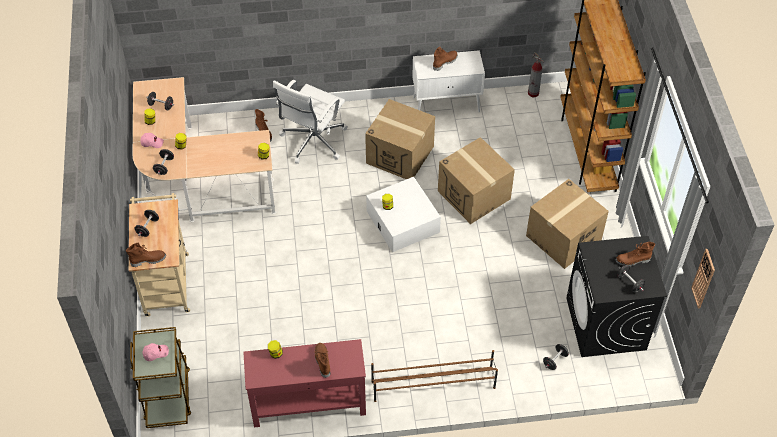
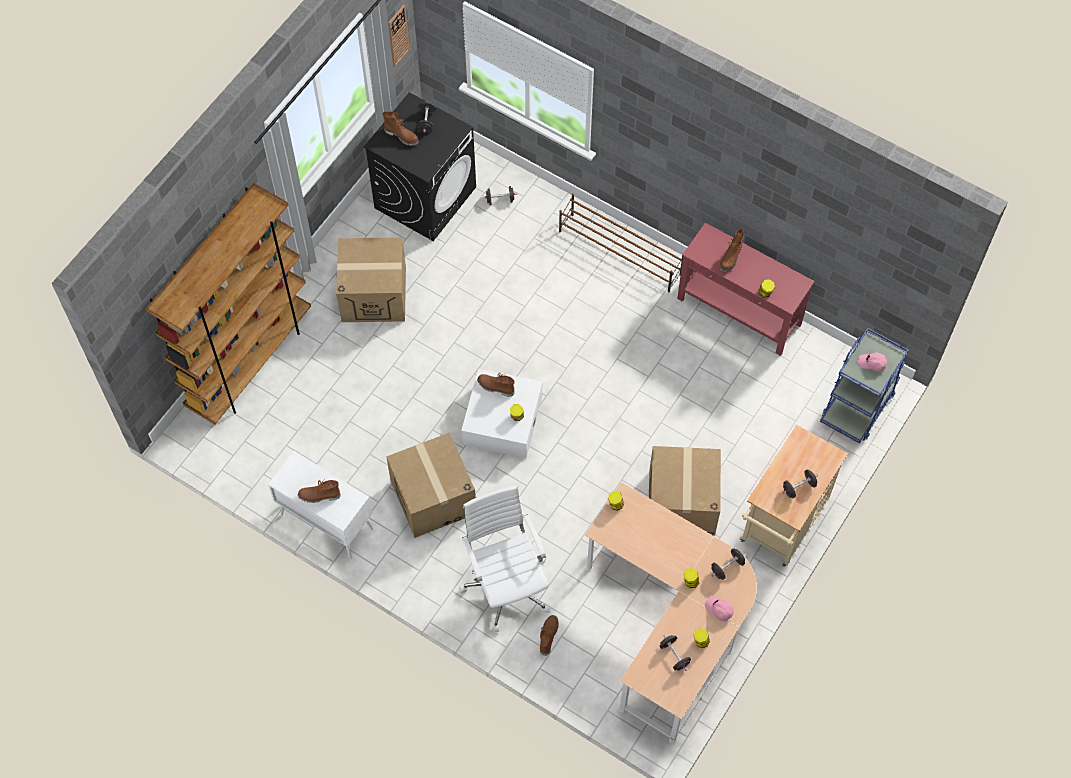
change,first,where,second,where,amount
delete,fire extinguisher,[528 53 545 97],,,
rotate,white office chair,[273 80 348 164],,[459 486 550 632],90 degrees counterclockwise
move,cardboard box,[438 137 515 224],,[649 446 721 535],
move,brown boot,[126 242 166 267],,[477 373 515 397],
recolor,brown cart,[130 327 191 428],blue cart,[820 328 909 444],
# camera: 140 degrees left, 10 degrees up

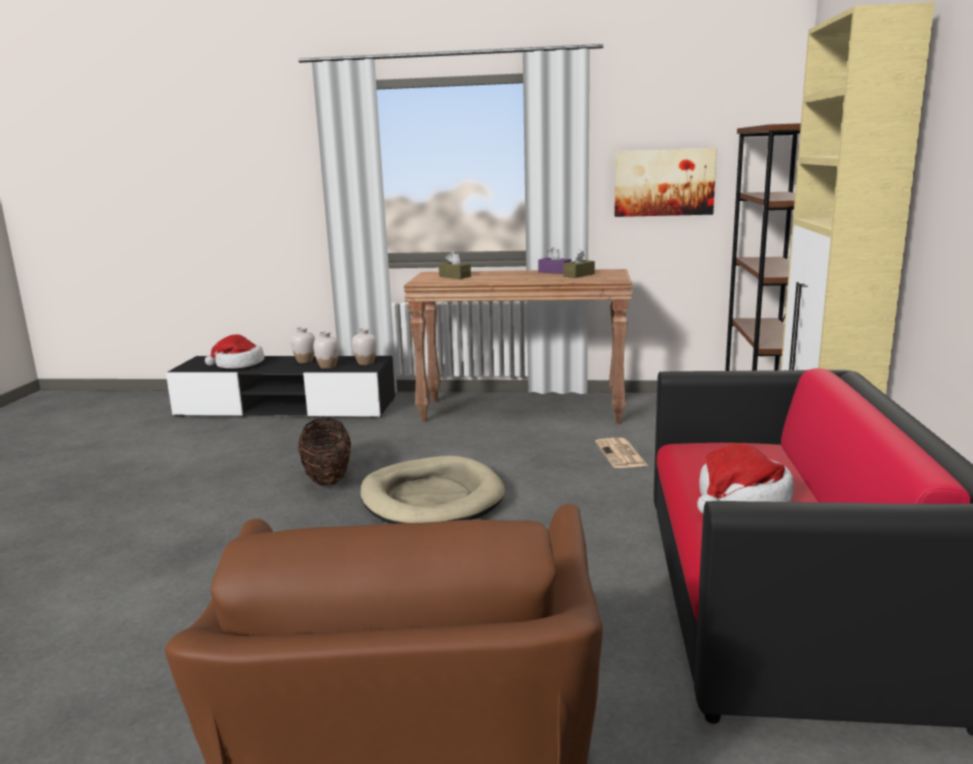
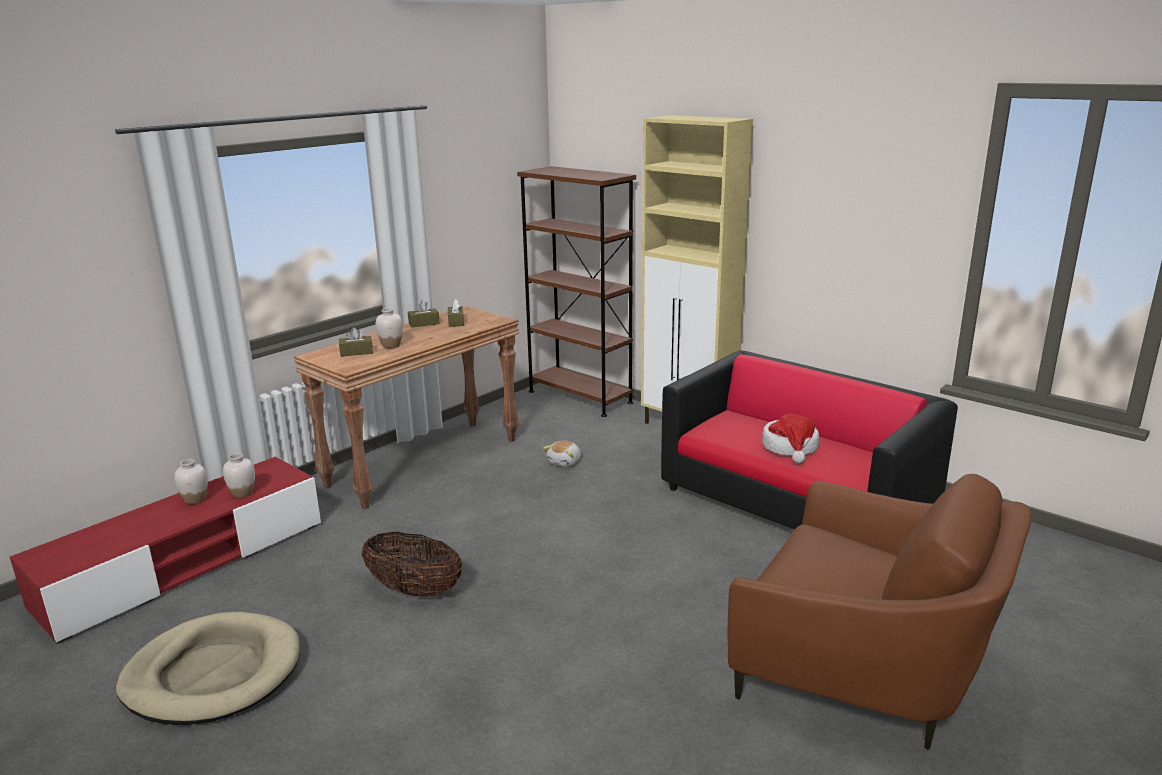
change,first,where,second,where,amount
delete,picture,[614 148 717 217],,,
recolor,purple tissue box,[538 247 571 274],brown tissue box,[408 301 440 327],
move,white vase,[352 328 377 365],,[376 308 403 348],
delete,hat,[205 334 265 369],,,
recolor,black tv stand,[166 356 395 419],red tv stand,[10 457 321 644],
replace,newspaper,[595 438 648 468],plush toy,[543 440 581 467],
move,beige dog bed,[360 456 505 524],,[116 612 300 725],
# camera: 55 degrees left, 5 degrees up

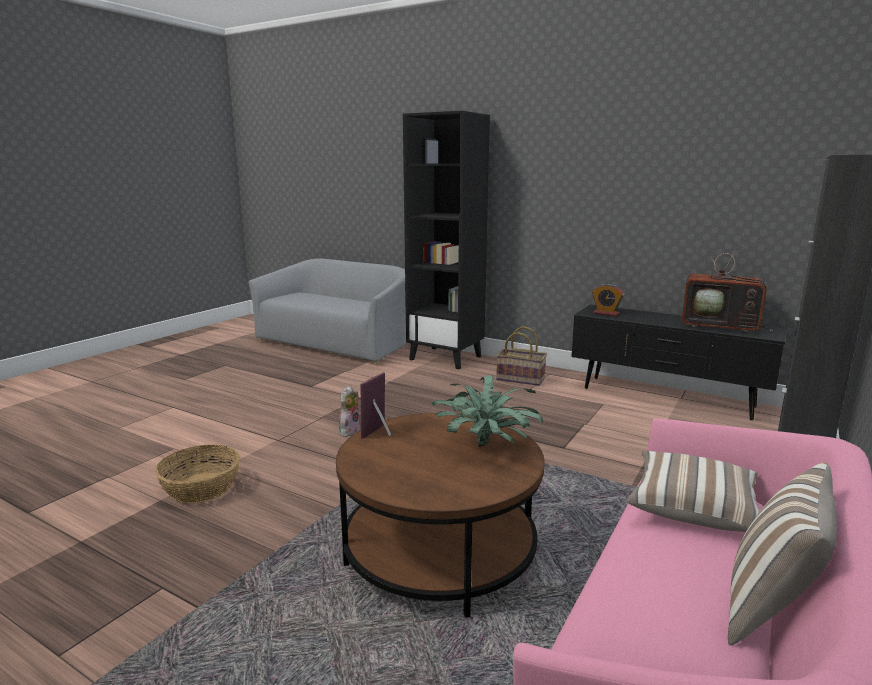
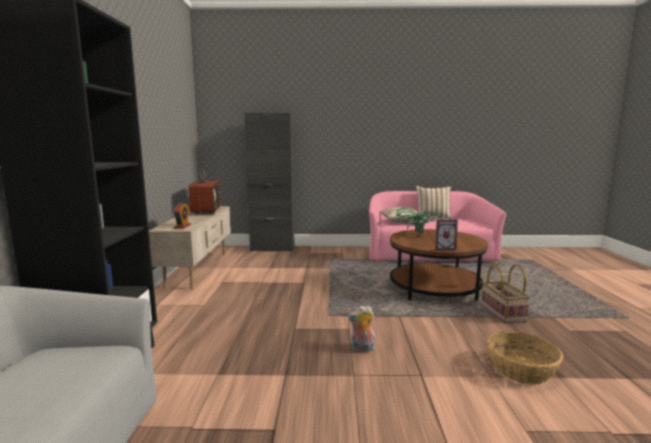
change,first,where,second,where,amount
recolor,black tv stand,[571 305 787 420],beige tv stand,[149 206 231 289],
move,basket,[496 326 547 386],,[481 264 531 323],
# camera: 120 degrees left, 5 degrees down

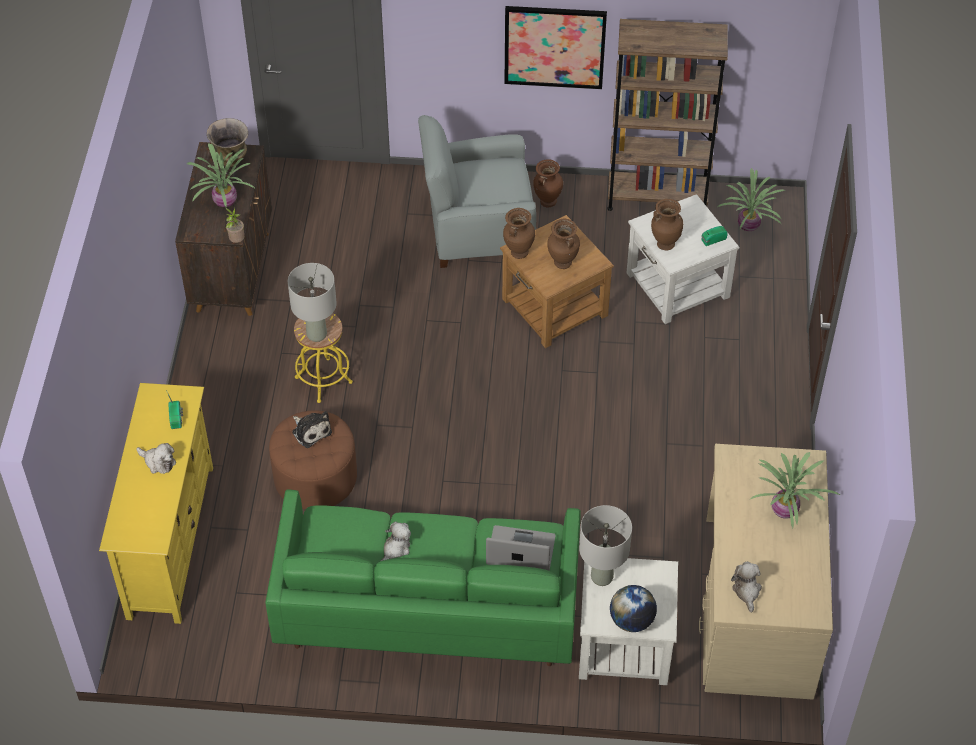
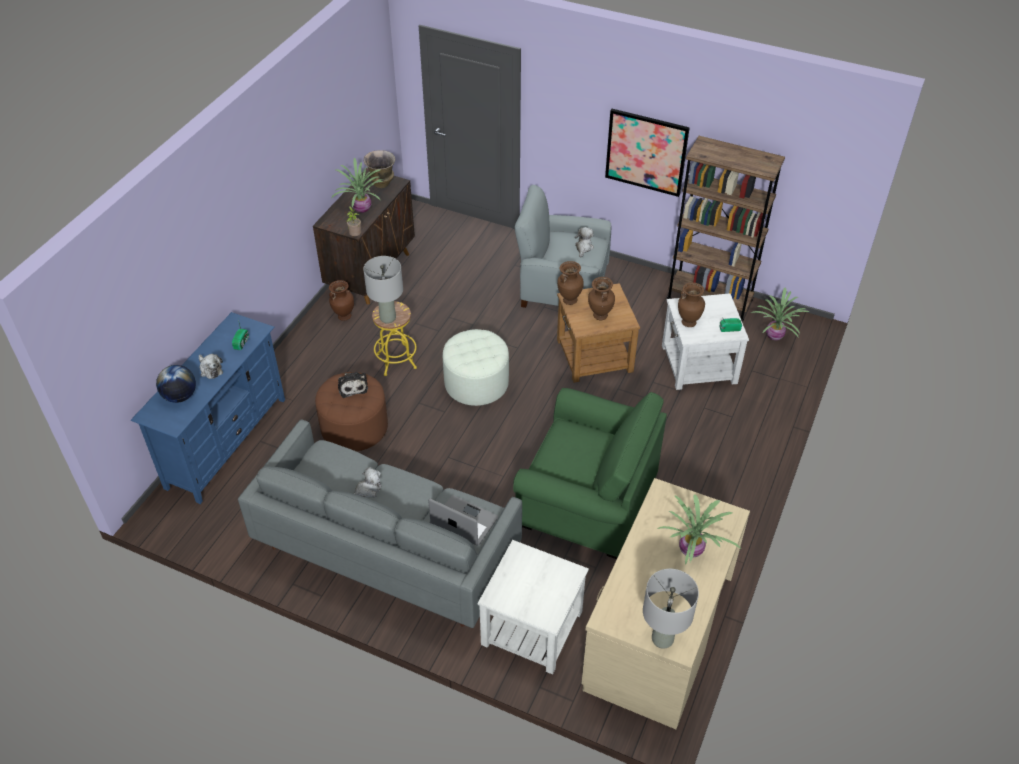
change,first,where,second,where,amount
move,brown vase,[533 159 563 207],,[329 280 354 321],
recolor,yellow tv stand,[99 383 213 624],blue tv stand,[131 312 285 504],
recolor,green sofa,[266 490 581 666],grey sofa,[238 419 522 628],
move,grey table lamp,[579 505 632 586],,[643 569 699 649],
move,plush toy,[731 562 762 612],,[575 227 594 258],
move,globe,[610 585 657 632],,[156 365 196 403],
insert,,,white ottoman,[443 329 509 406],
insert,,,green armchair,[513 388 667 559],
# camera: 20 degrees right, 5 degrees down

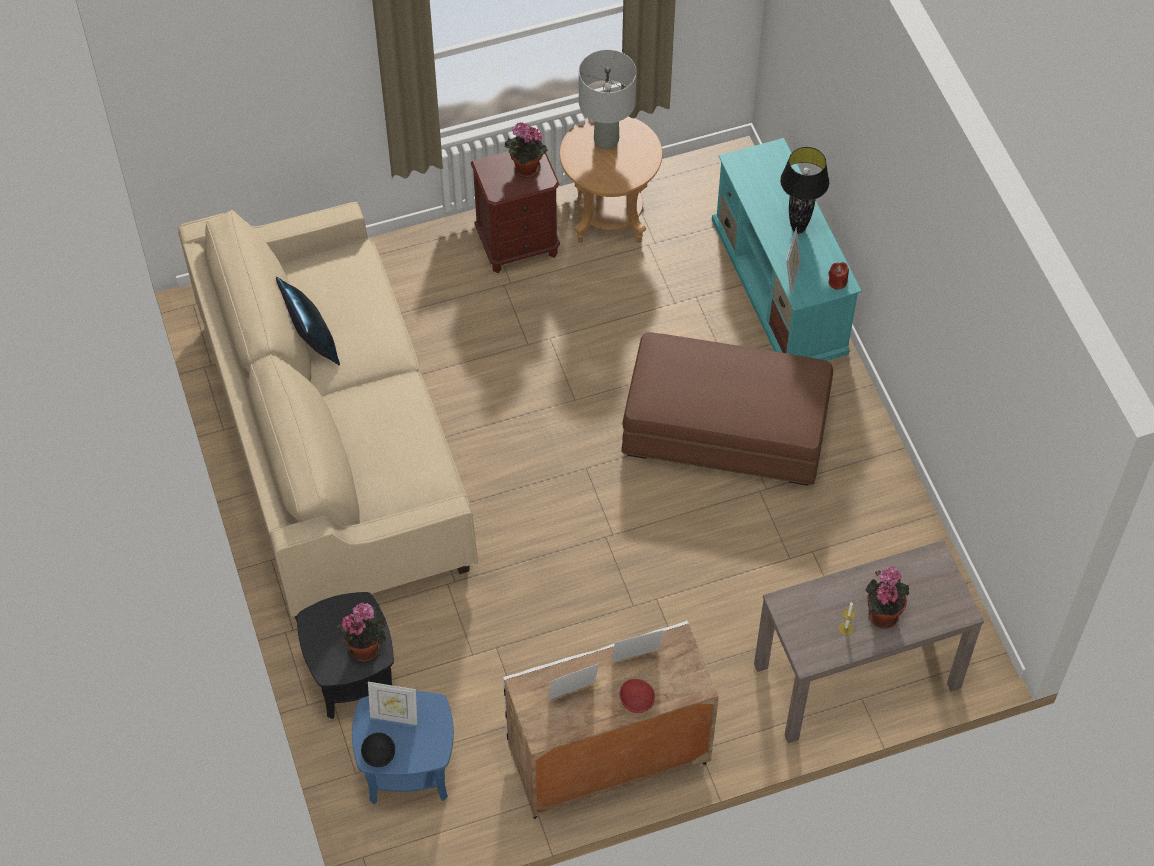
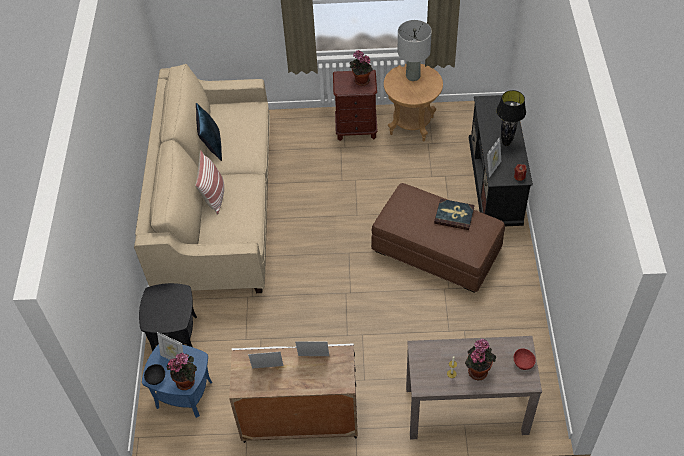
change,first,where,second,where,amount
recolor,turquoise tv stand,[712 138 862 361],black tv stand,[469 95 533 226],
move,potted plant,[337 603 386 662],,[167 353 197 390],
move,red bowl,[620 679 655 713],,[514 348 536 370],
insert,,,pillow,[195 150 224 215],
insert,,,book,[434 199 475 230],
# camera: 20 degrees right, 5 degrees down

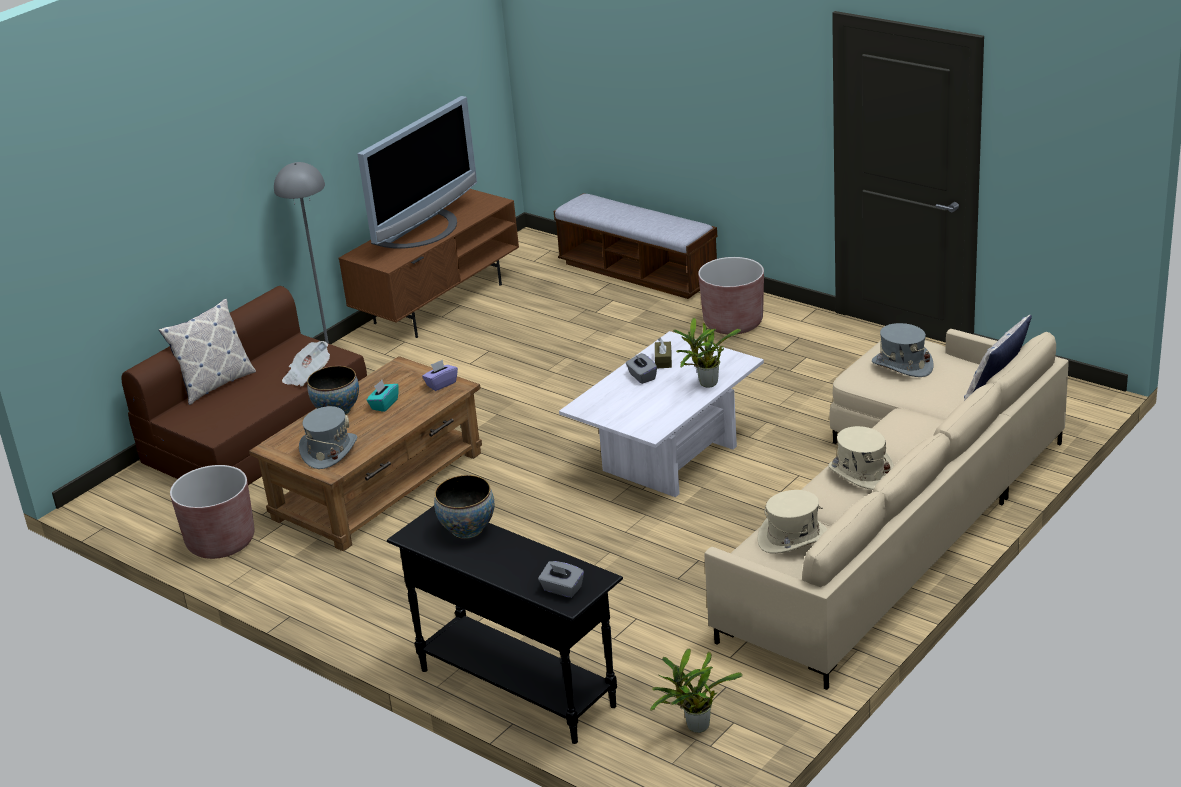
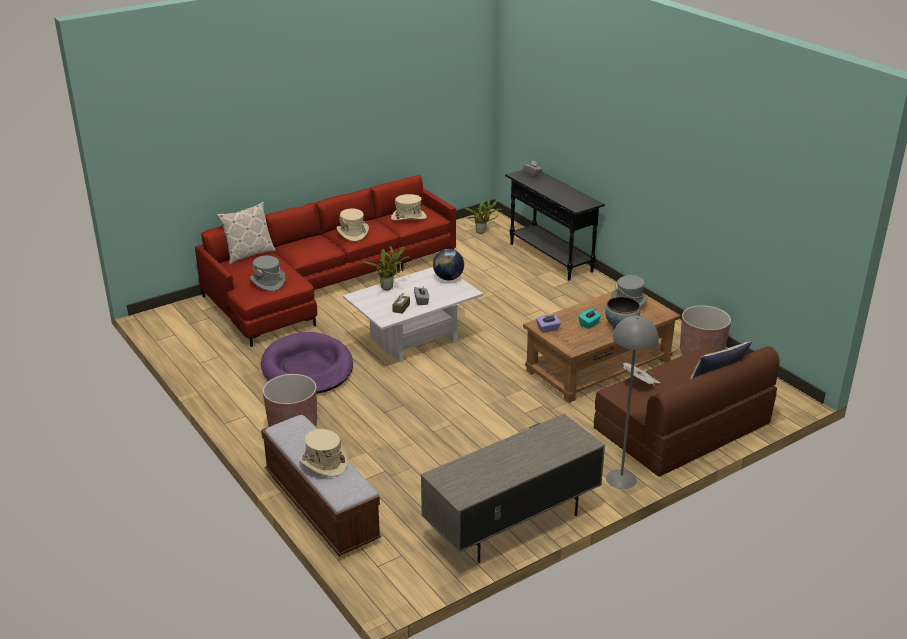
change,first,where,second,where,amount
delete,television,[357 96 477 249],,,
recolor,brown tv stand,[339 189 519 338],grey tv stand,[421 414 605 563],
recolor,beige sofa,[704 329 1069 690],red sofa,[195 174 456 347],
delete,bowl,[434 475 494 539],,,
insert,,,globe,[433 249 464 280],
insert,,,purple dog bed,[261 332 353 394],
insert,,,beige hat,[300 429 348 477],
# camera: 165 degrees left, 0 degrees up

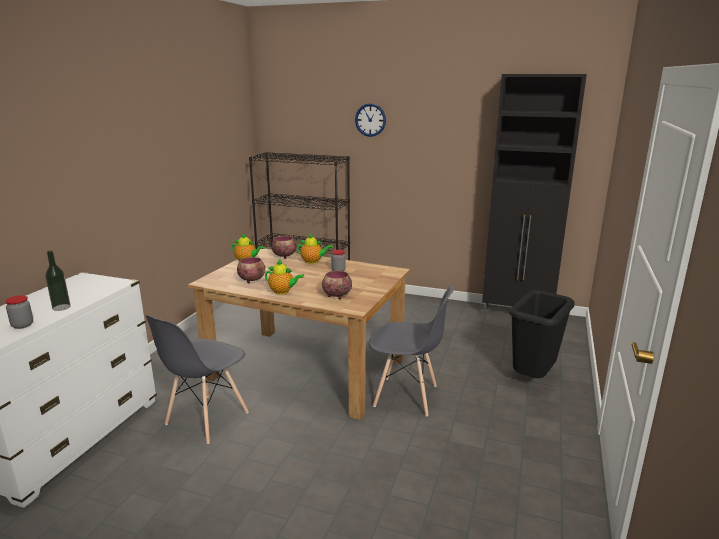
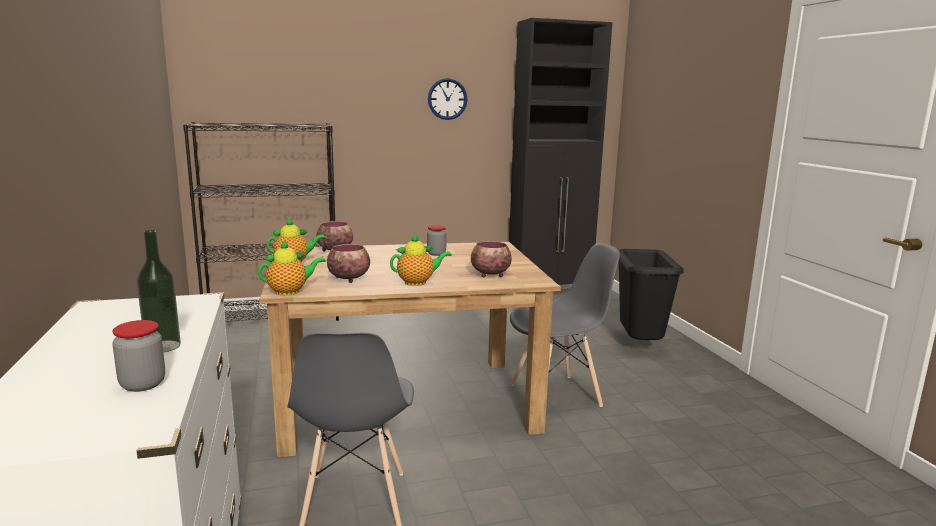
change,first,where,second,where,amount
move,wall clock,[355 103 386 137],,[428 78 468 120],
move,teapot,[297 234 333 264],,[258 240 326 296],
# camera: 35 degrees left, 5 degrees down

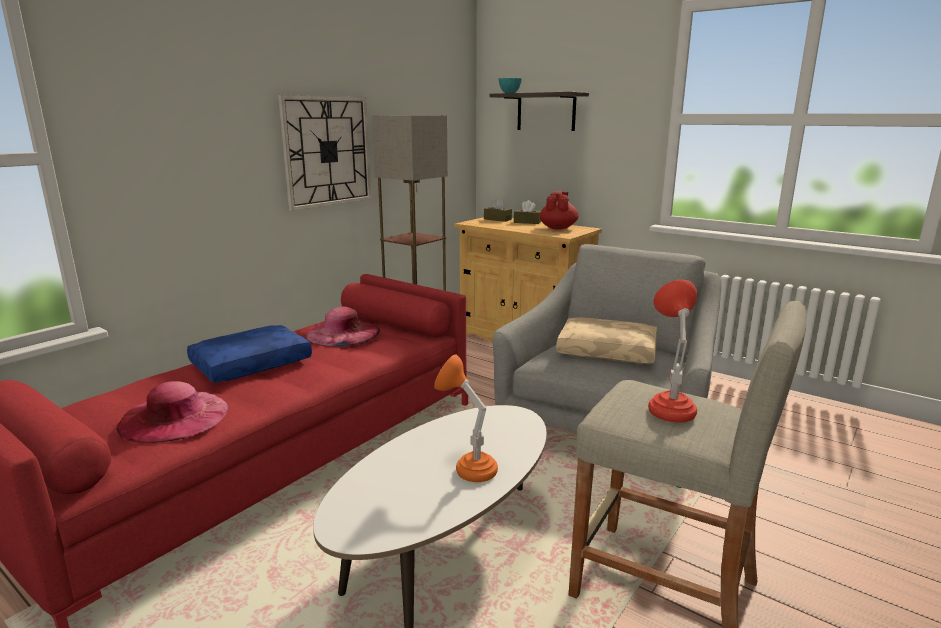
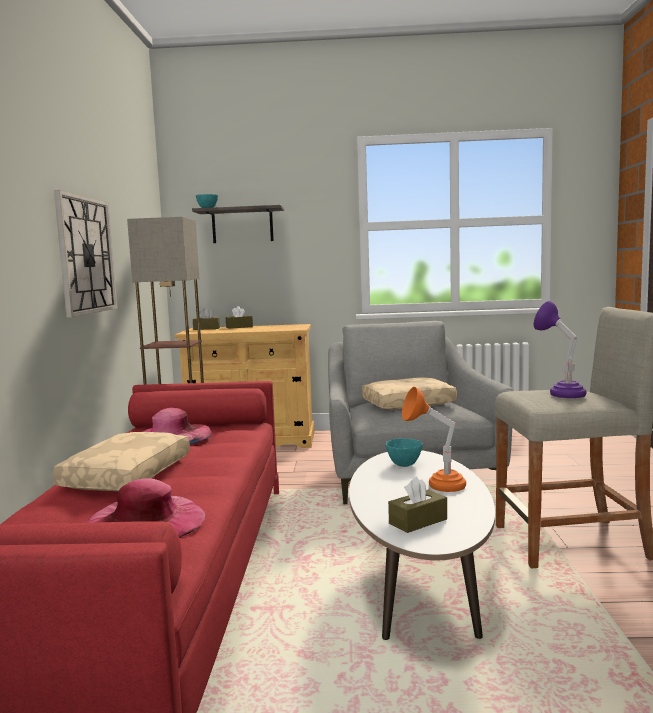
change,first,where,second,where,amount
delete,red teapot,[540 191 579 230],,,
recolor,red table lamp,[648 280 697 423],purple table lamp,[534 301 587 398],
recolor,blue pillow,[187 325 312 383],beige pillow,[53 432 190 491],
insert,,,turquoise bowl,[386 438 423 467],
insert,,,brown tissue box,[388 477 447 533],
# camera: 35 degrees left, 10 degrees down

